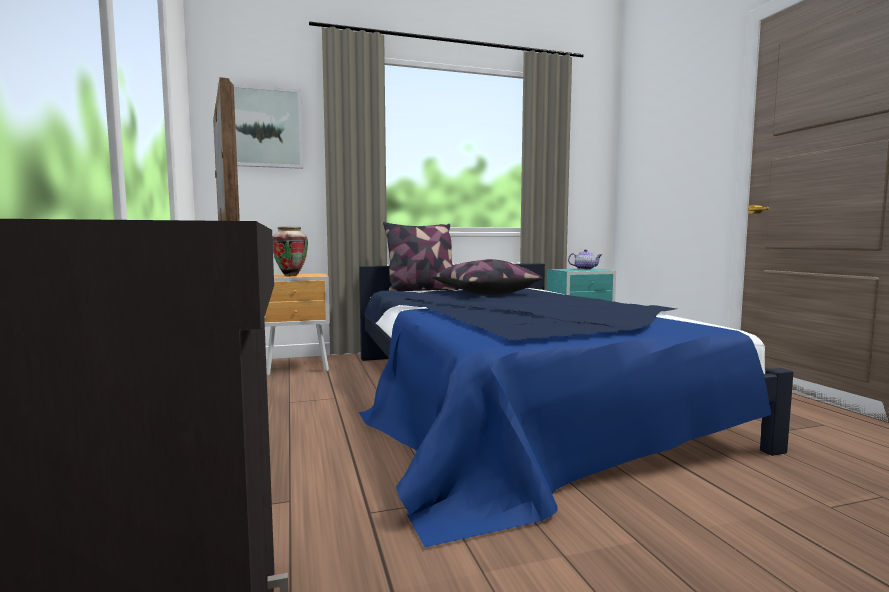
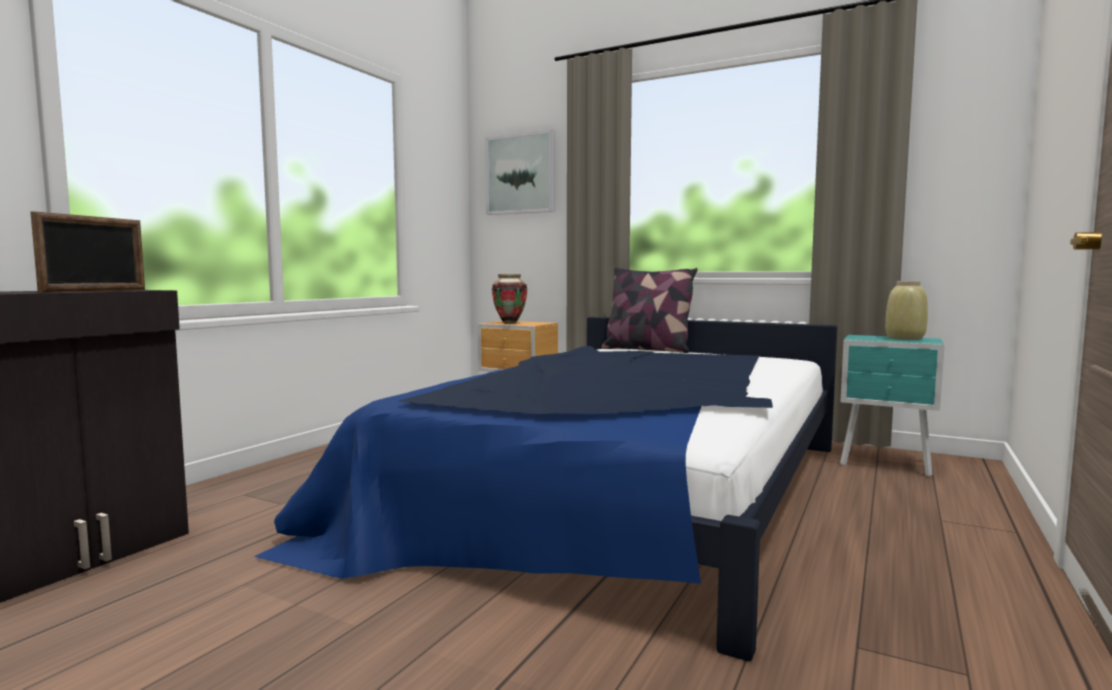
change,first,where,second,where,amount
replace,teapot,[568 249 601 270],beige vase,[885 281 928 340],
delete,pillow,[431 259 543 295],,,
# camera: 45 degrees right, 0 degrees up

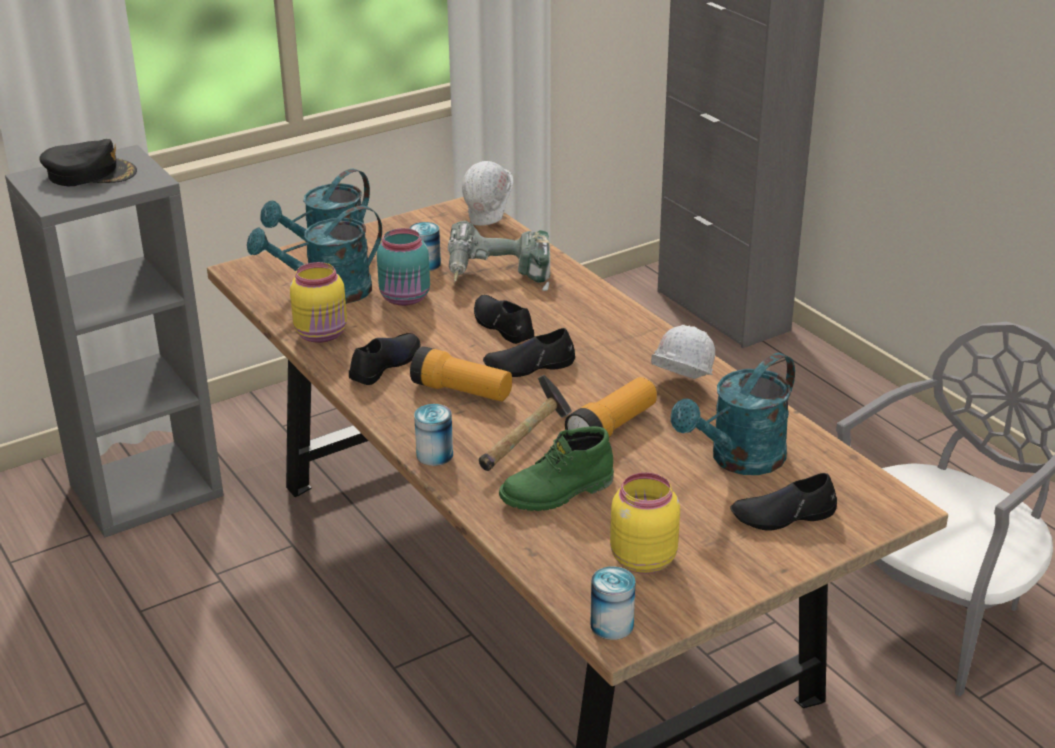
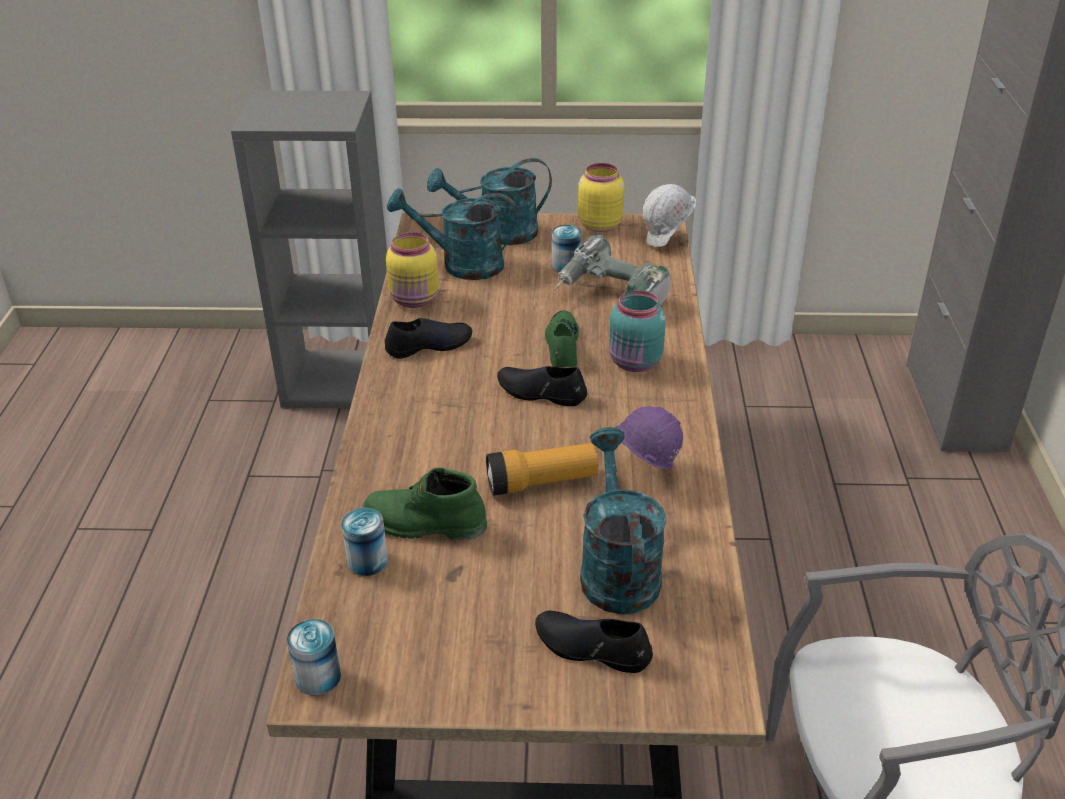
change,first,where,second,where,amount
delete,black cap,[39 139 137 186],,,
move,turquoise jar,[377 228 430 306],,[609 290 666 372],
recolor,black shoe,[474 295 534 344],green shoe,[545 310 579 367],
recolor,white hard hat,[651 325 715 379],purple hard hat,[615 406 683 470],
delete,flashlight,[410 346 512 401],,,
rotate,turquoise watering can,[671 353 795 475],,[580 427 667 614],90 degrees clockwise
delete,hammer,[479 375 572 471],,,
move,can,[414 404 453 466],,[341 508 388 576],
move,yellow jar,[610 472 680 574],,[578 163 624 232],
# camera: 35 degrees right, 5 degrees up

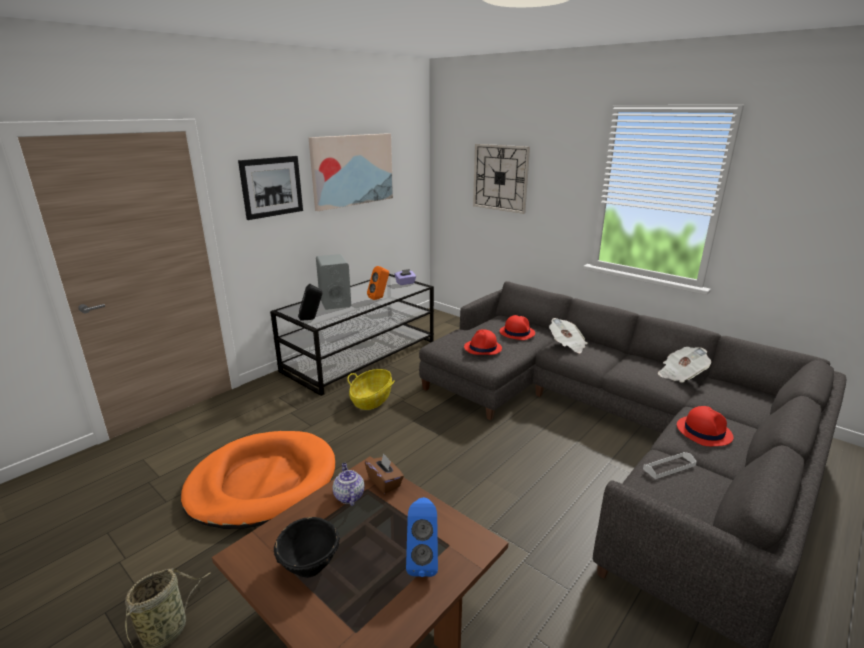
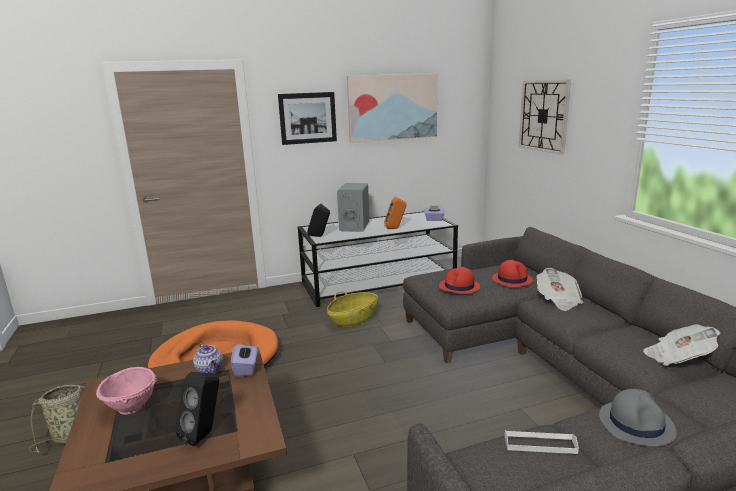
change,first,where,second,where,amount
recolor,red hat,[677 406 734 446],grey hat,[599 389 677 446],
recolor,brown tissue box,[365 453 404 494],purple tissue box,[231 343 258 377],
rotate,teapot,[333 463 365 506],,[193 343 223 374],135 degrees clockwise
recolor,blue speaker,[406 497 438 577],black speaker,[175 372 219 446],
recolor,black bowl,[274 517 340 578],pink bowl,[96 367 157 415],
# camera: 30 degrees right, 5 degrees down

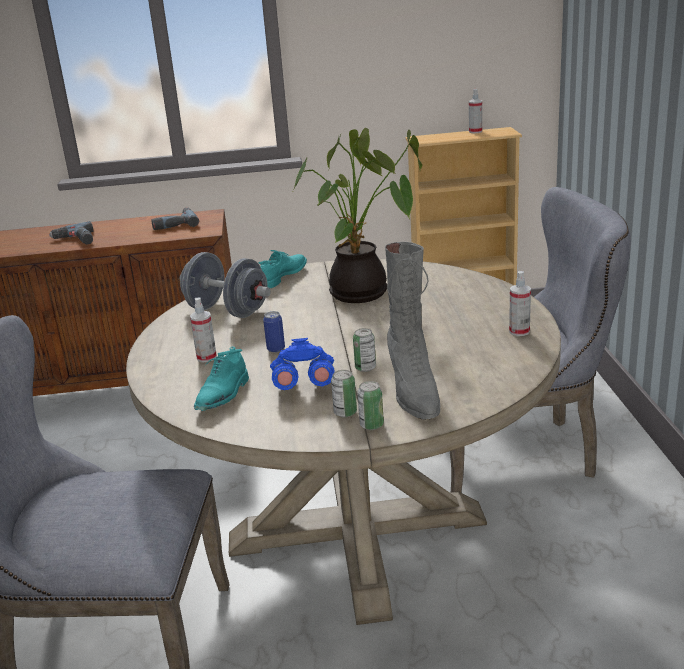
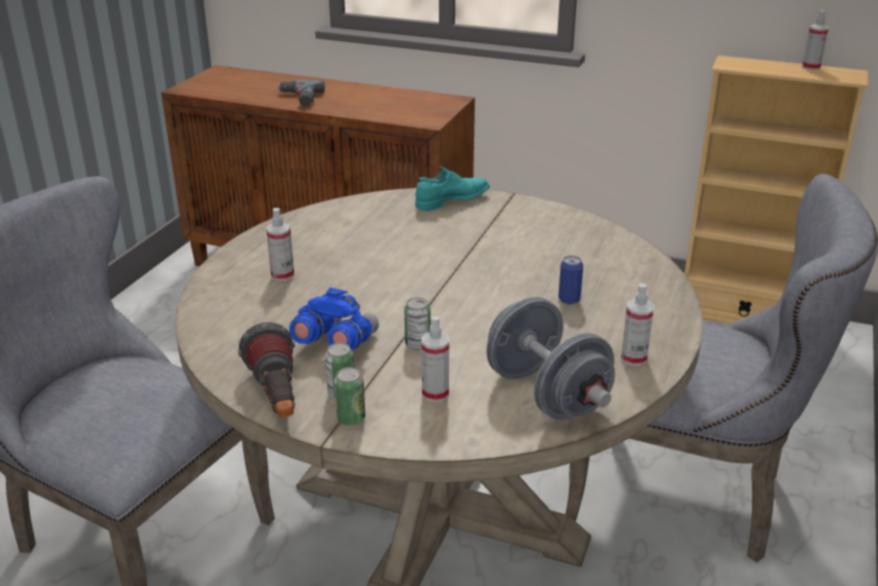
change,first,where,second,where,amount
delete,potted plant,[293 128 423 303],,,
delete,power drill,[151 207 199 230],,,
replace,grey boot,[385 242 440 420],spray bottle,[421 316 449 402],
move,grey dumbbell,[179 252 271 318],,[486 297 615 420],
move,can,[263 311 285 352],,[558 255 583 304],
delete,turquoise shoe,[194 346 249 411],,,
insert,,,flashlight,[238 322 295 417],
# camera: 25 degrees right, 5 degrees up

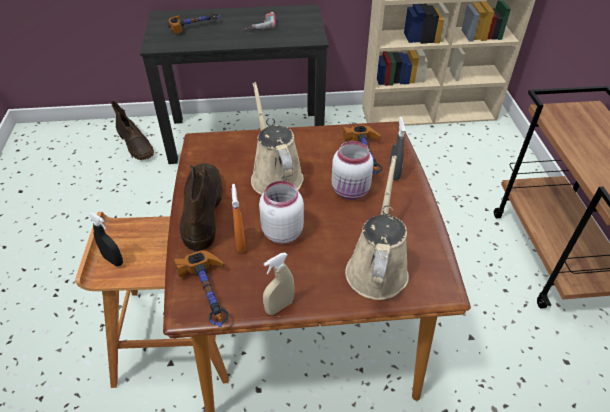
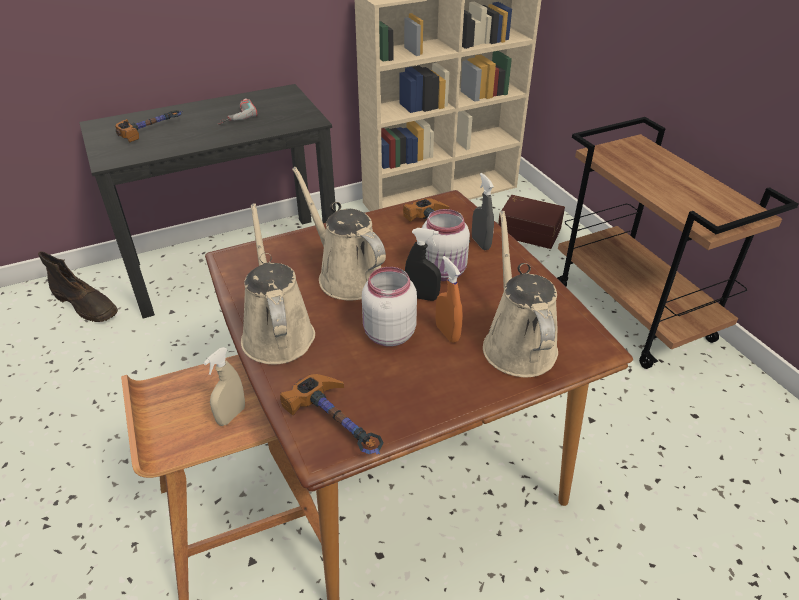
change,first,where,second,where,amount
replace,brown boot,[179 163 223 251],beige watering can,[241 203 315 365],
move,orange spray bottle,[232 184 246 253],,[436 256 463 343],
move,black spray bottle,[88 212 123 266],,[405 228 441 301],
move,beige spray bottle,[263 252 294 315],,[203 347 245 426],
insert,,,brown storage box,[498 195 565 249],
# camera: 20 degrees left, 5 degrees down

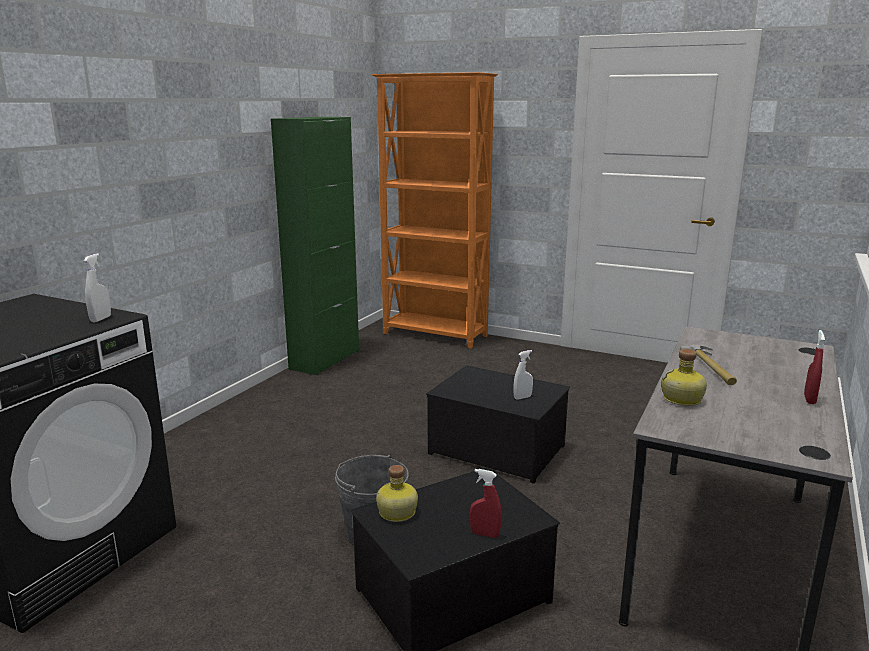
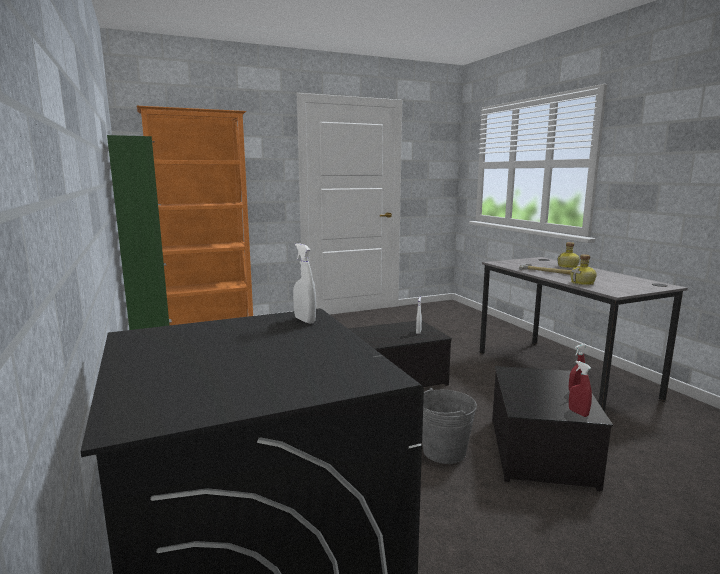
change,first,where,second,where,amount
move,red spray bottle,[804 330 825 404],,[569 361 592 417],
move,bottle,[376 465 418 522],,[558 242 580 268],
# camera: 50 degrees left, 5 degrees down

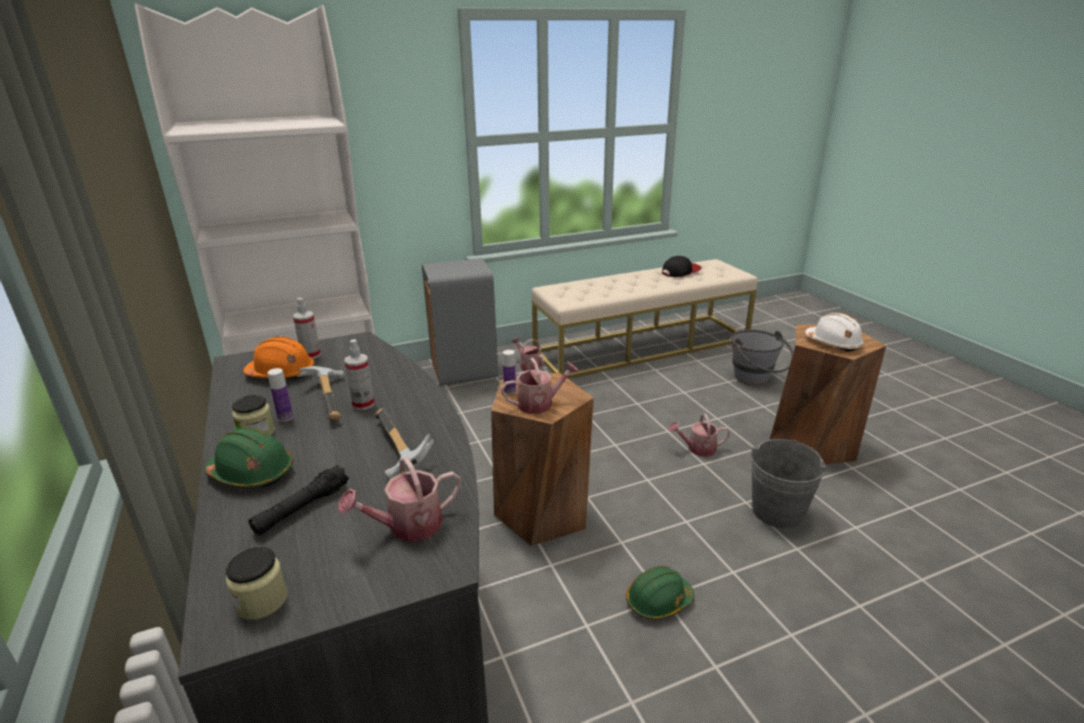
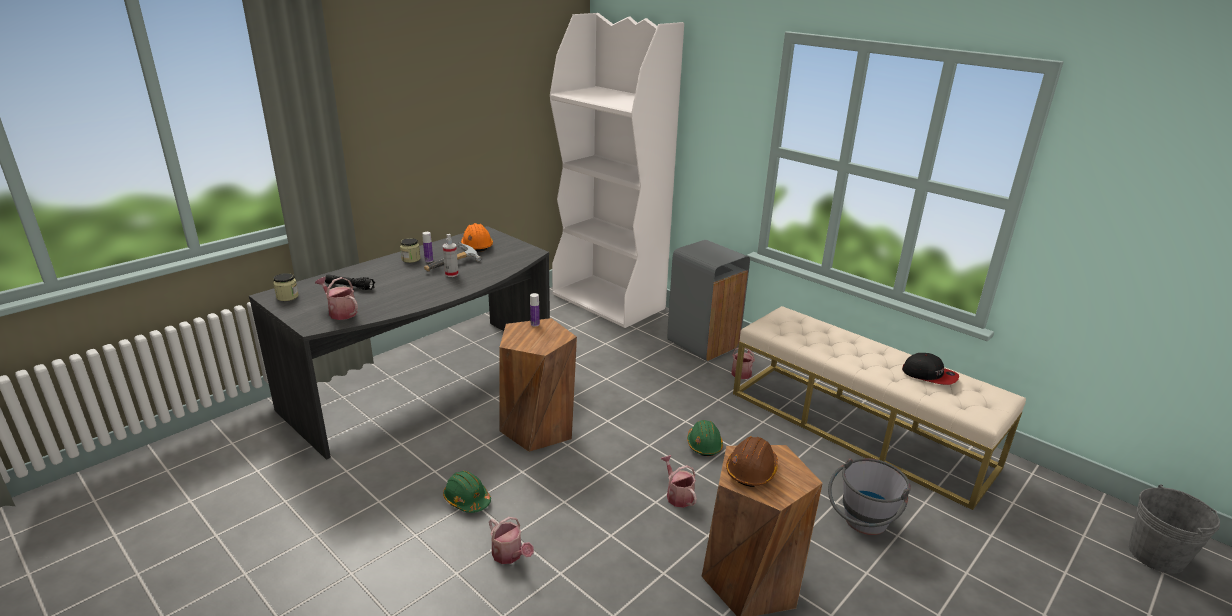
change,first,where,second,where,amount
delete,spray bottle,[293 298 321 359],,,
recolor,white hard hat,[805 313 865 352],brown hard hat,[726 436 778 487],
move,watering can,[501 358 579 414],,[489 517 534 564],
delete,hammer,[375 408 434 480],,,
move,green hard hat,[204 427 293 488],,[687 420 723 456],
move,grey bucket,[751 439 827 529],,[1129 484 1220 574],
# camera: 65 degrees right, 0 degrees up

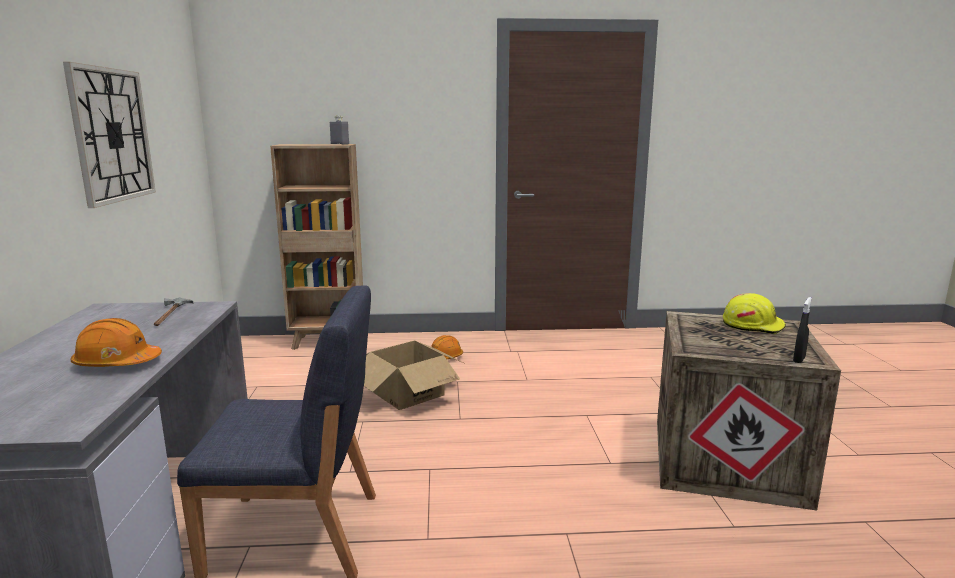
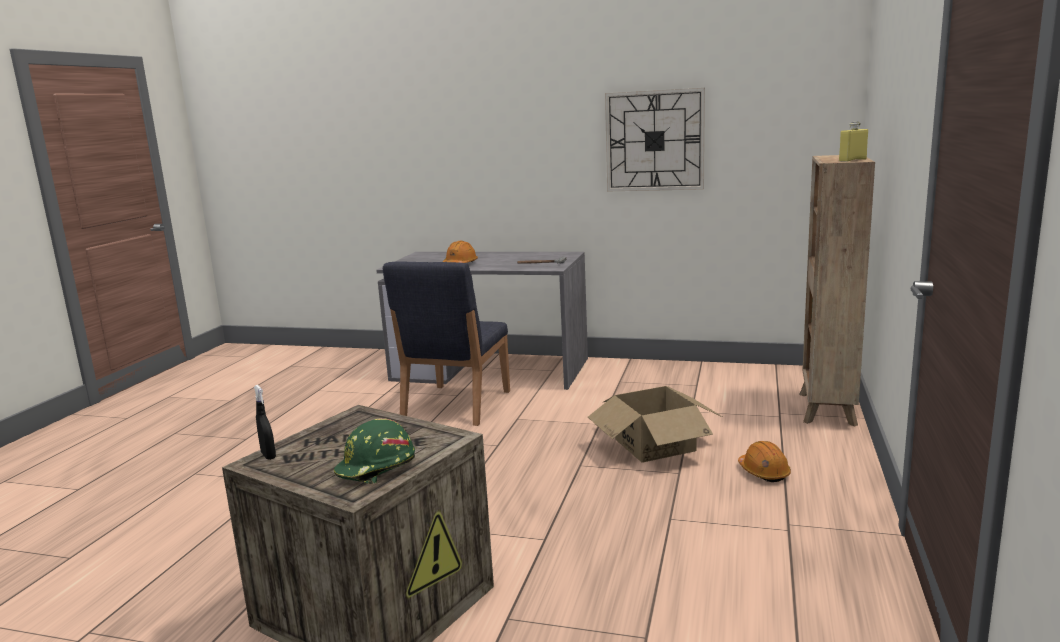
change,first,where,second,where,amount
recolor,grey bottle,[330 115 349 145],yellow bottle,[839 121 868 162],
recolor,yellow hard hat,[723 293 786 334],green hard hat,[334 418 415 484],
# camera: 110 degrees right, 0 degrees up

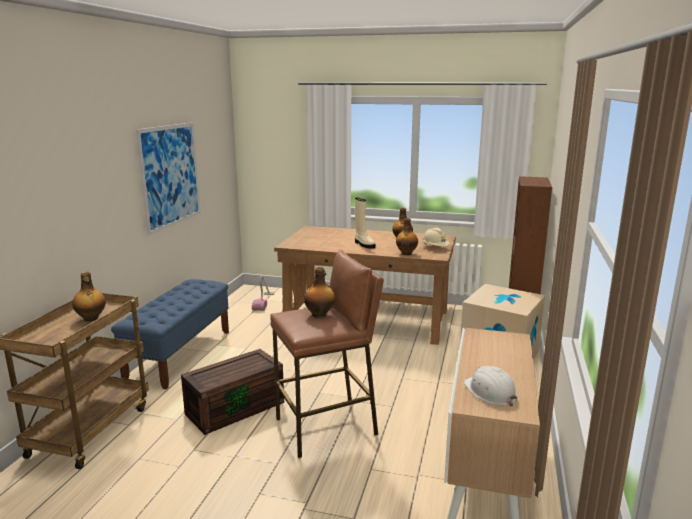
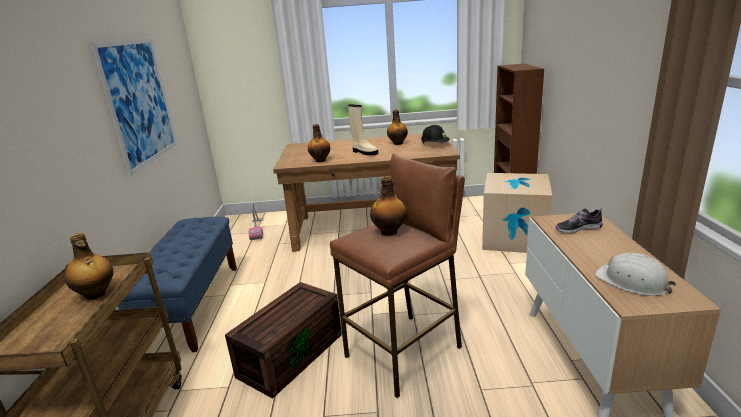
change,first,where,second,where,amount
move,bottle,[396 218 418 255],,[308 124 330 162],
recolor,beige hard hat,[422 228 450 246],black hard hat,[421 125 450 144],
insert,,,shoe,[555 208 603 233],
# camera: 15 degrees left, 5 degrees up

